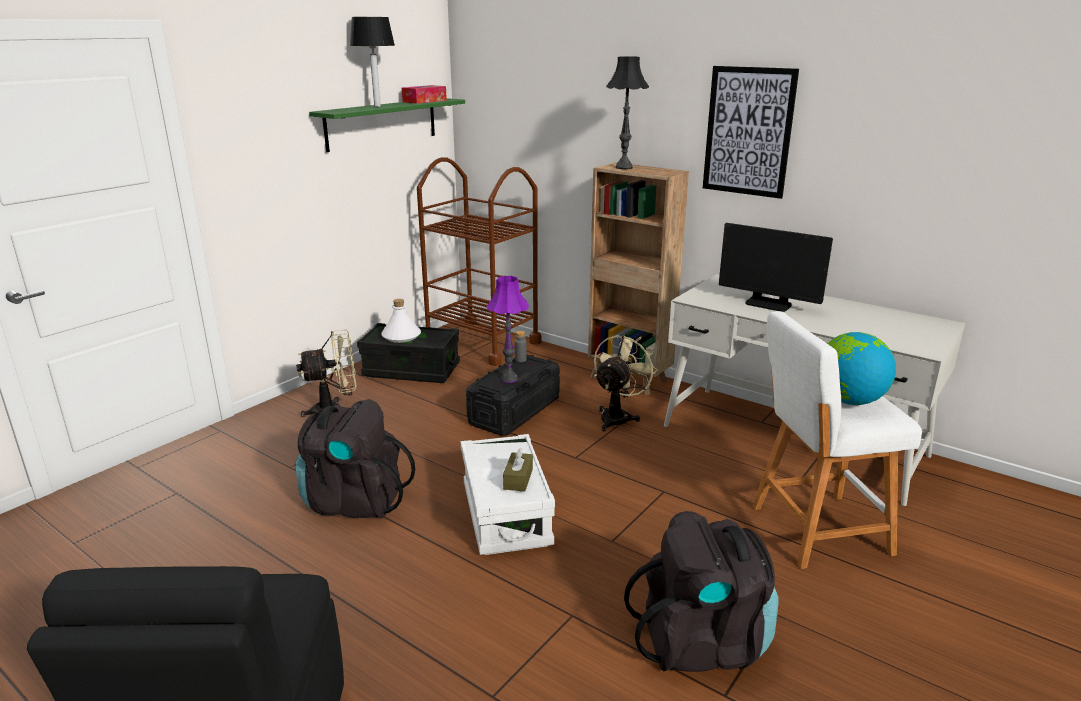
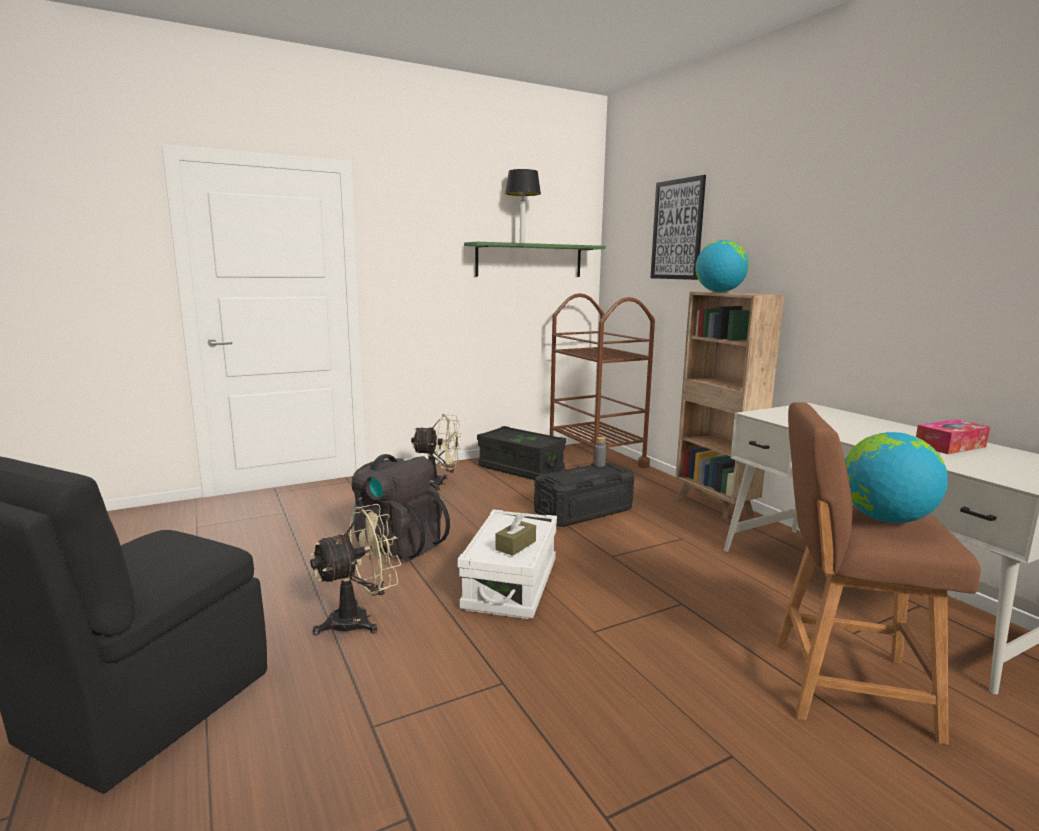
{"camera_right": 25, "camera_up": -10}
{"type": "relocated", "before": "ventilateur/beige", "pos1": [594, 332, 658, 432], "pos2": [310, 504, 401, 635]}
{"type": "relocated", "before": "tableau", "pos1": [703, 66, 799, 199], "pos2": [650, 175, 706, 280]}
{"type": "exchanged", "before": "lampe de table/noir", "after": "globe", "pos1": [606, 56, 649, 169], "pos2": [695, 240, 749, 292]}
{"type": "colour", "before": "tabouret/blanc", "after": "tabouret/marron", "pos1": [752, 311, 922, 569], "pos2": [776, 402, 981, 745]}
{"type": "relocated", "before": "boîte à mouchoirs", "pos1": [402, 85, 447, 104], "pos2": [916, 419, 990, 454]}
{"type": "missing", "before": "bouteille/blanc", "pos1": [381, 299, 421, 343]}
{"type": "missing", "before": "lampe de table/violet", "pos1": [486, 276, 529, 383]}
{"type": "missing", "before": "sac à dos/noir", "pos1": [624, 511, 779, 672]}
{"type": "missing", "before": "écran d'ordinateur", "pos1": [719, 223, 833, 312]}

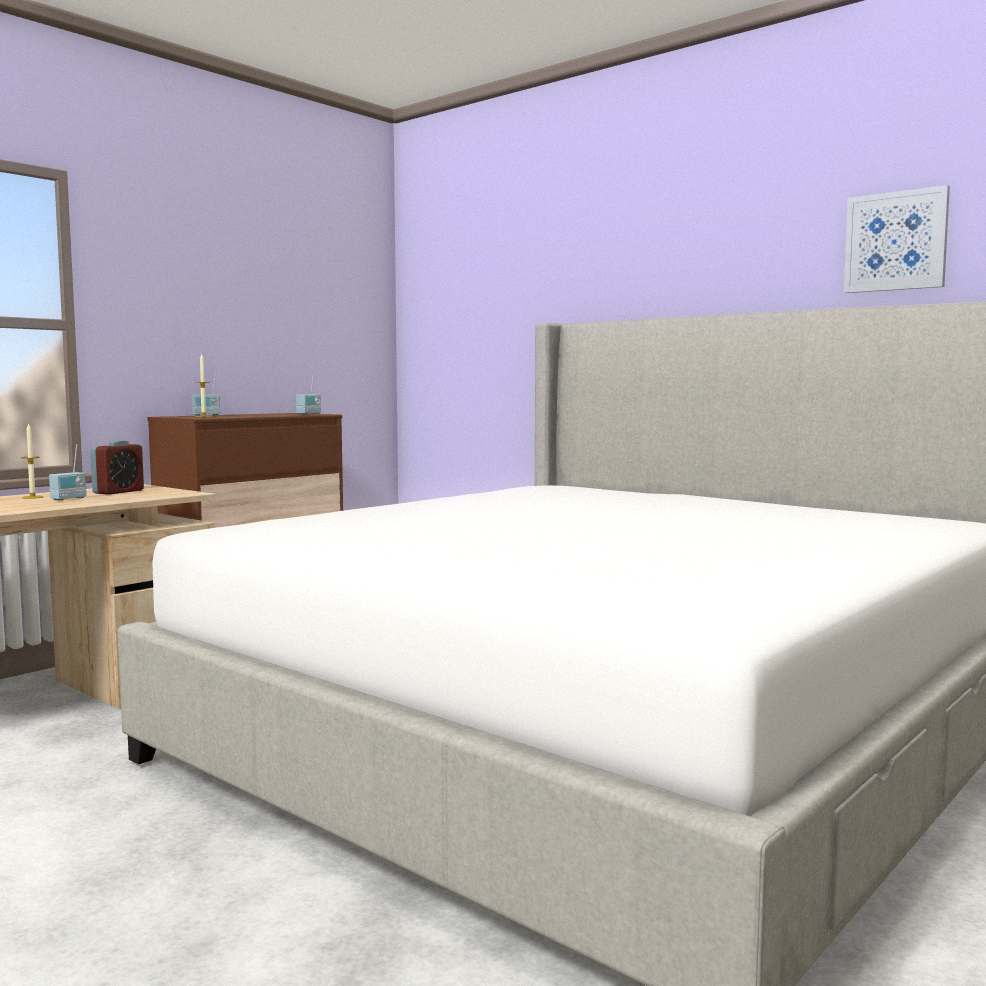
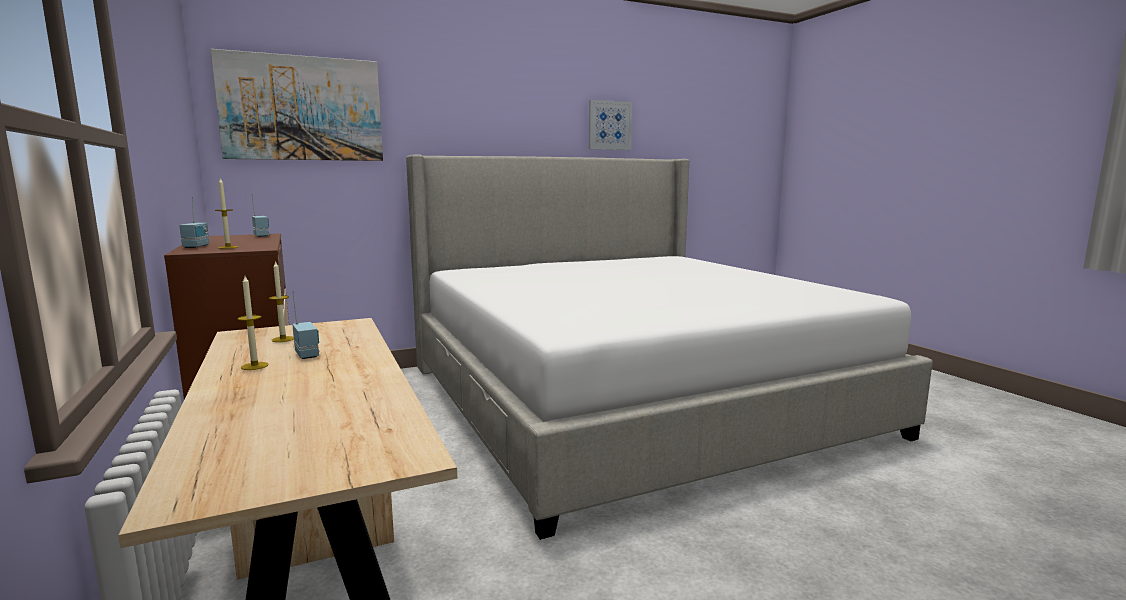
{"camera_right": -65, "camera_up": 5}
{"type": "appeared", "after": "tableau", "pos2": [210, 49, 383, 161]}
{"type": "exchanged", "before": "réveil", "after": "bougie", "pos1": [90, 440, 144, 495], "pos2": [269, 261, 294, 342]}

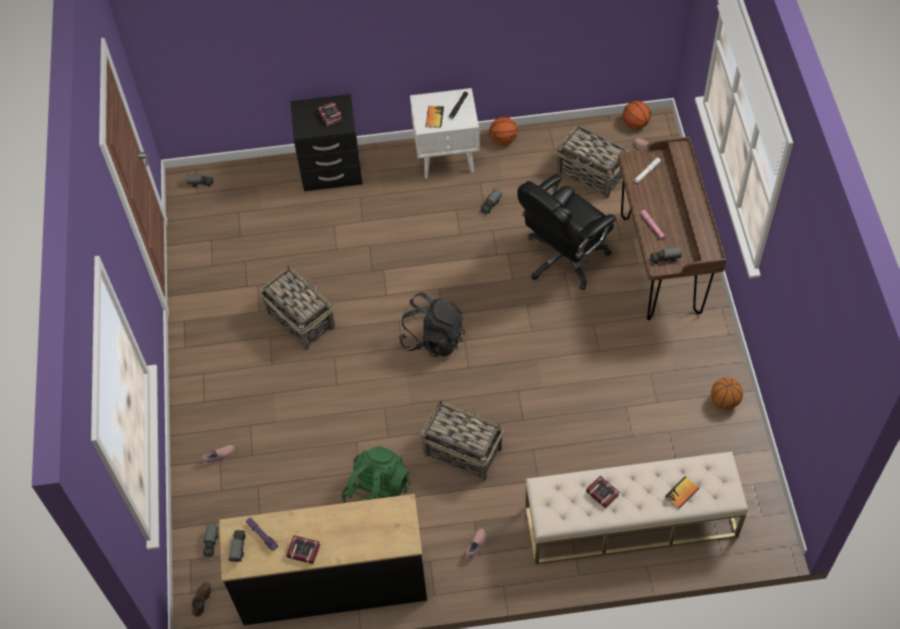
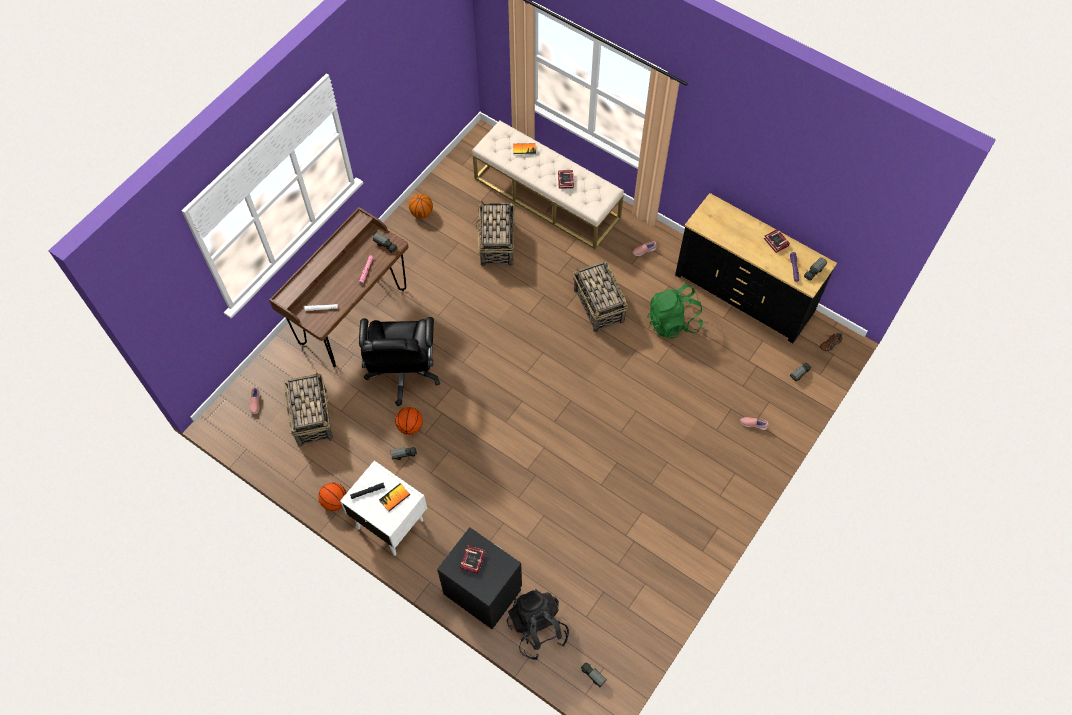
{"camera_right": -140, "camera_up": 5}
{"type": "spun", "before": "chaise de bureau/noir", "pos1": [517, 174, 616, 290], "pos2": [359, 317, 440, 406], "turn": 90}
{"type": "relocated", "before": "ballon de basket", "pos1": [623, 101, 651, 129], "pos2": [395, 407, 423, 435]}
{"type": "relocated", "before": "panier", "pos1": [259, 265, 335, 350], "pos2": [475, 201, 514, 266]}
{"type": "relocated", "before": "sac à dos/noir", "pos1": [398, 292, 465, 357], "pos2": [507, 589, 569, 660]}

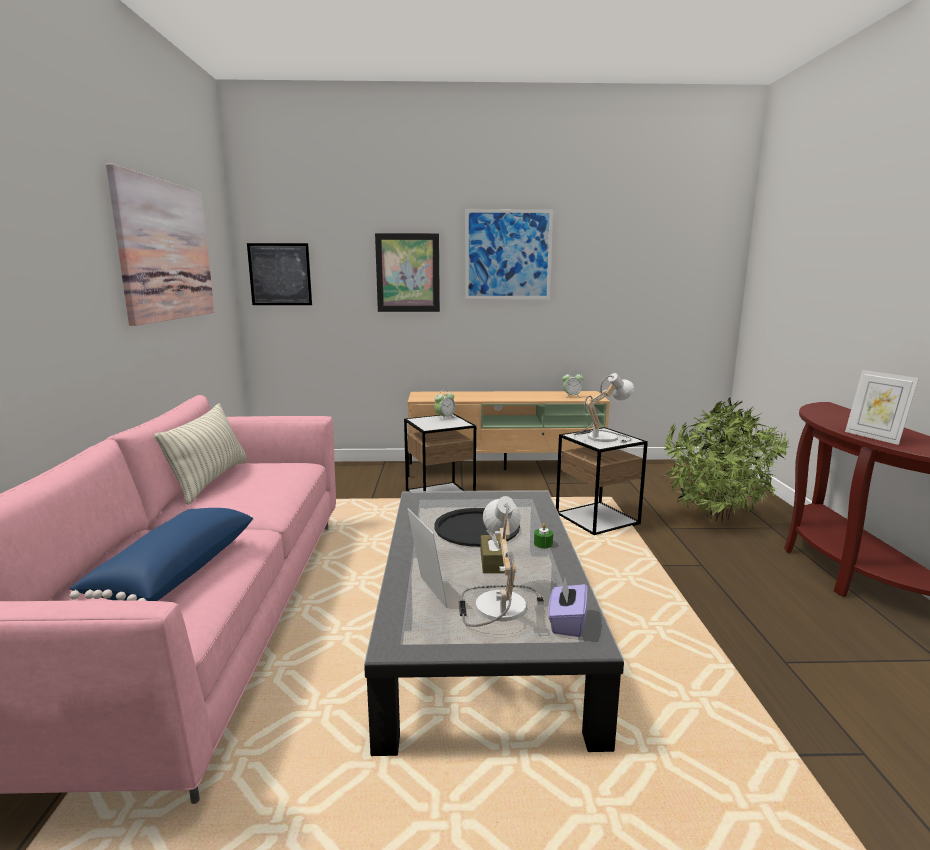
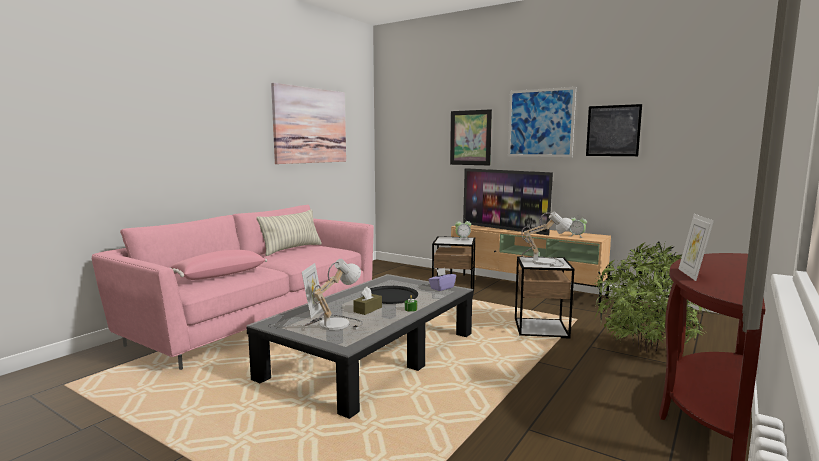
{"camera_right": 35, "camera_up": -5}
{"type": "colour", "before": "coussin/bleu", "after": "coussin/rose", "pos1": [70, 508, 253, 601], "pos2": [170, 250, 267, 280]}
{"type": "relocated", "before": "boîte à mouchoirs/violet", "pos1": [548, 578, 588, 637], "pos2": [428, 268, 456, 291]}
{"type": "appeared", "after": "téléviseur", "pos2": [463, 168, 553, 235]}
{"type": "relocated", "before": "tableau", "pos1": [247, 243, 312, 305], "pos2": [586, 104, 642, 156]}

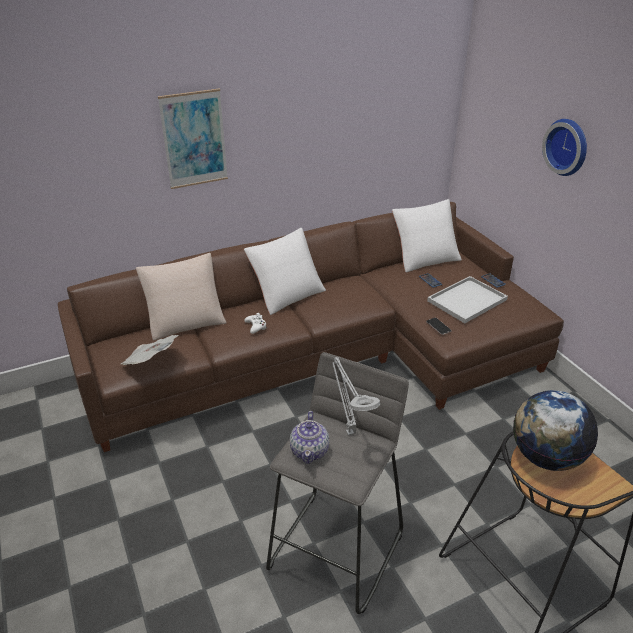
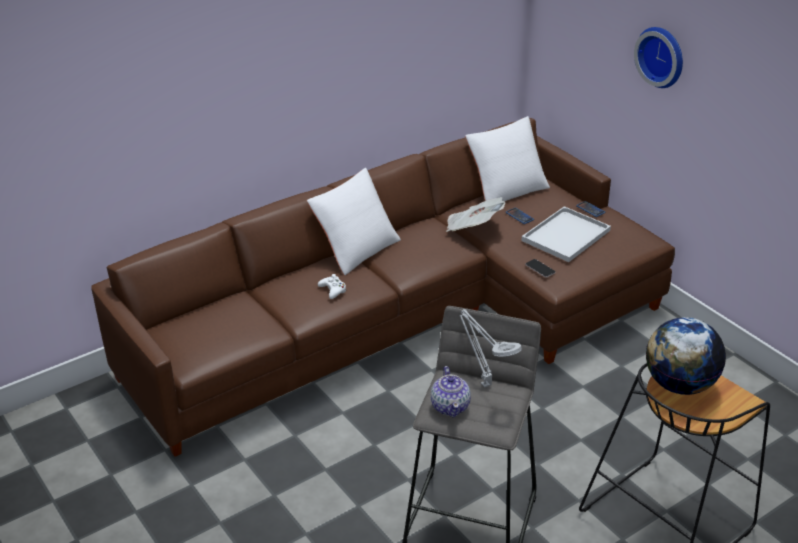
{"camera_right": -10, "camera_up": 0}
{"type": "relocated", "before": "journal", "pos1": [121, 335, 179, 365], "pos2": [446, 197, 505, 232]}
{"type": "missing", "before": "coussin/beige", "pos1": [136, 253, 227, 340]}
{"type": "missing", "before": "tableau", "pos1": [158, 89, 228, 189]}

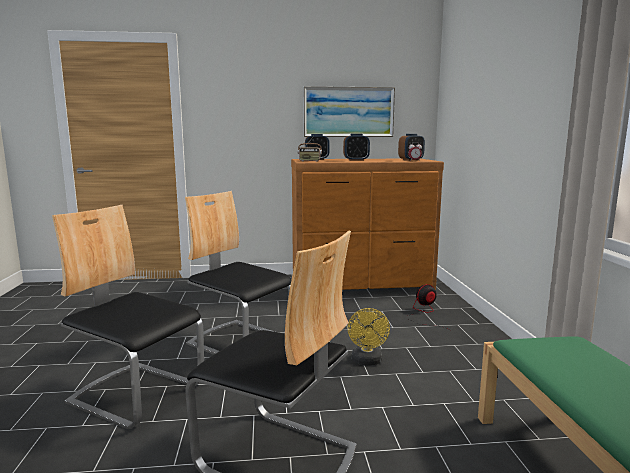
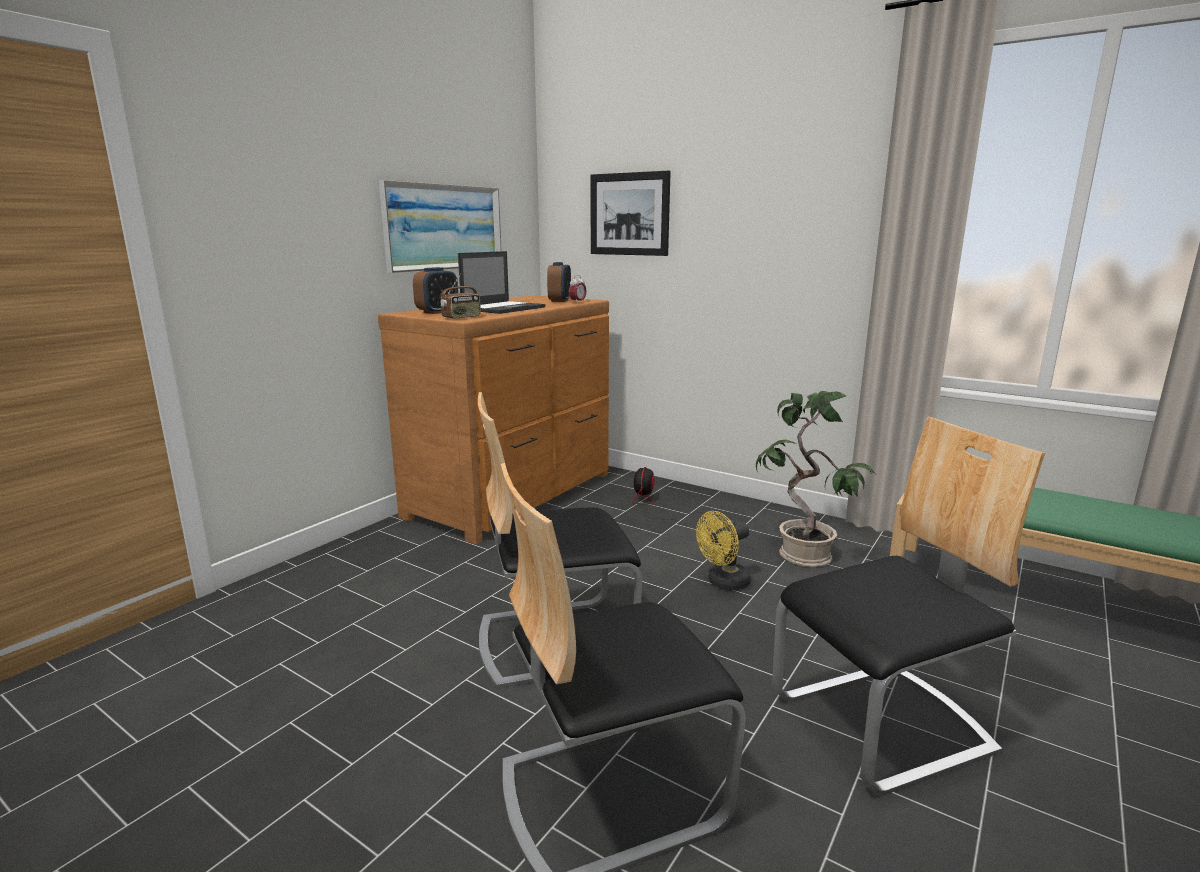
{"camera_right": -50, "camera_up": 5}
{"type": "exchanged", "before": "réveil", "after": "ordinateur portable", "pos1": [343, 134, 370, 161], "pos2": [458, 251, 545, 314]}
{"type": "appeared", "after": "tableau", "pos2": [590, 171, 671, 256]}
{"type": "spun", "before": "ventilateur/jaune", "pos1": [348, 308, 390, 365], "pos2": [696, 511, 751, 590], "turn": 105}
{"type": "appeared", "after": "plante en pot", "pos2": [756, 391, 876, 567]}

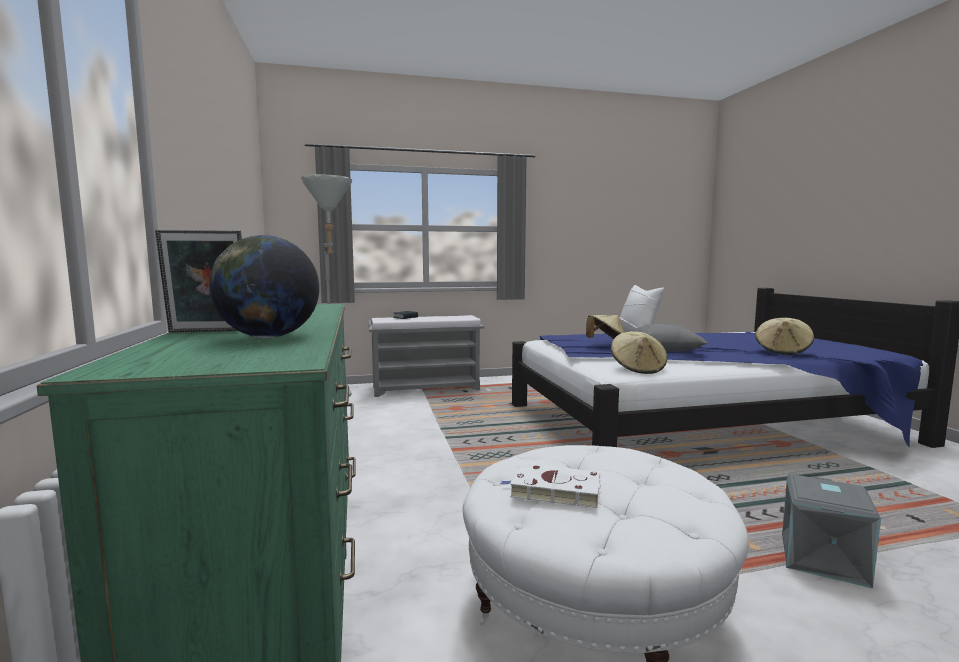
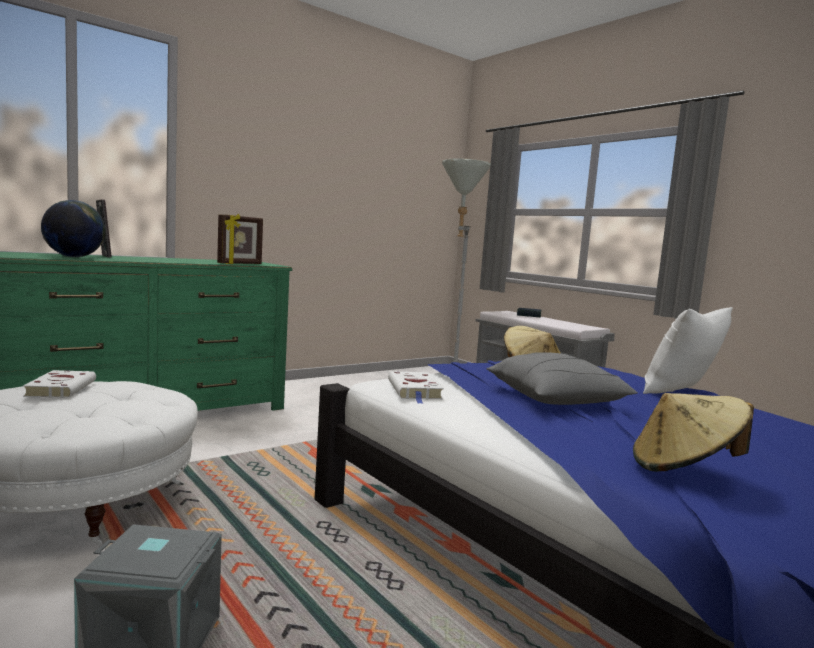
{"camera_right": 65, "camera_up": 0}
{"type": "appeared", "after": "cadre photo", "pos2": [217, 214, 263, 264]}
{"type": "exchanged", "before": "chapeau/beige", "after": "livre/blanc", "pos1": [611, 331, 668, 374], "pos2": [388, 371, 444, 404]}

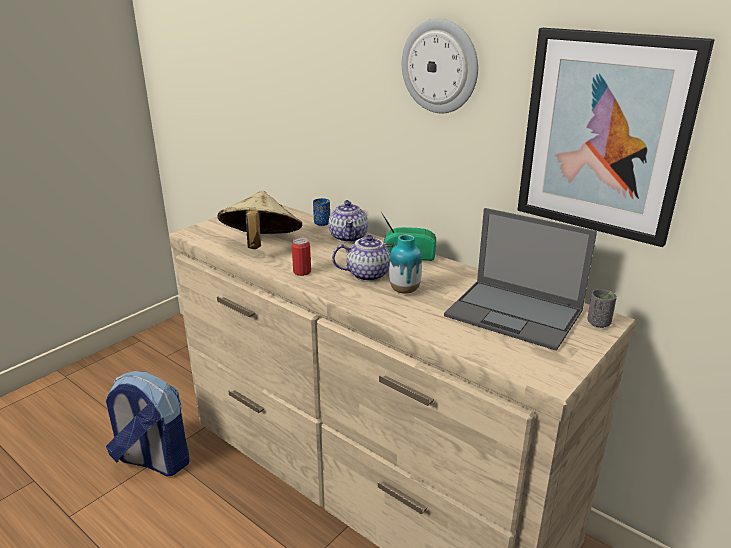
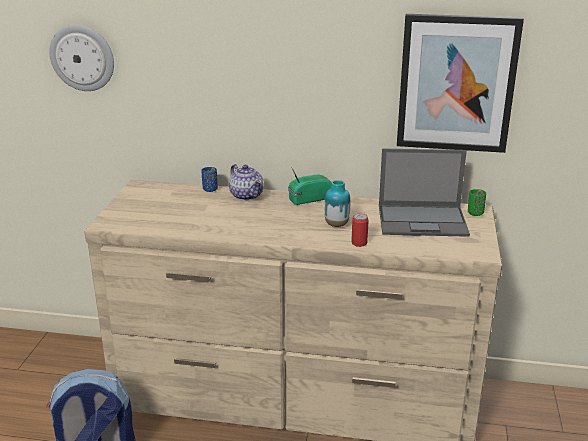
{"camera_right": -30, "camera_up": 0}
{"type": "relocated", "before": "horloge murale", "pos1": [402, 19, 478, 113], "pos2": [49, 25, 114, 91]}
{"type": "relocated", "before": "boîte métallique", "pos1": [292, 238, 311, 276], "pos2": [351, 213, 369, 247]}
{"type": "colour", "before": "tasse/gris", "after": "tasse/vert", "pos1": [587, 289, 617, 328], "pos2": [468, 189, 486, 216]}
{"type": "missing", "before": "chapeau/beige", "pos1": [218, 191, 302, 249]}
{"type": "missing", "before": "théière", "pos1": [332, 235, 397, 282]}

